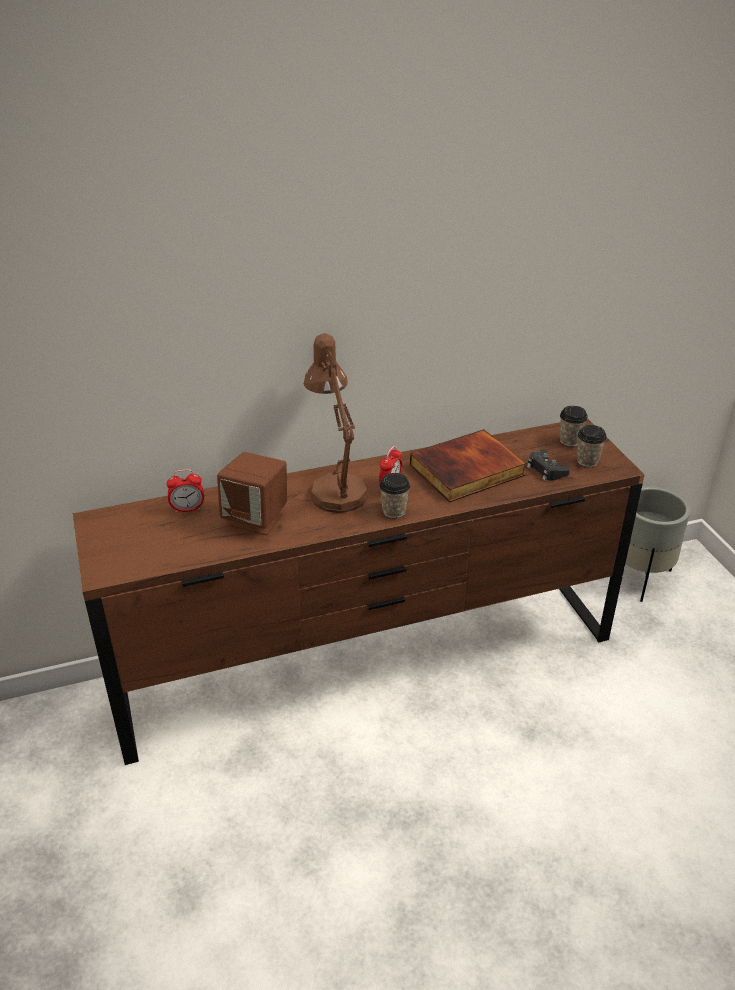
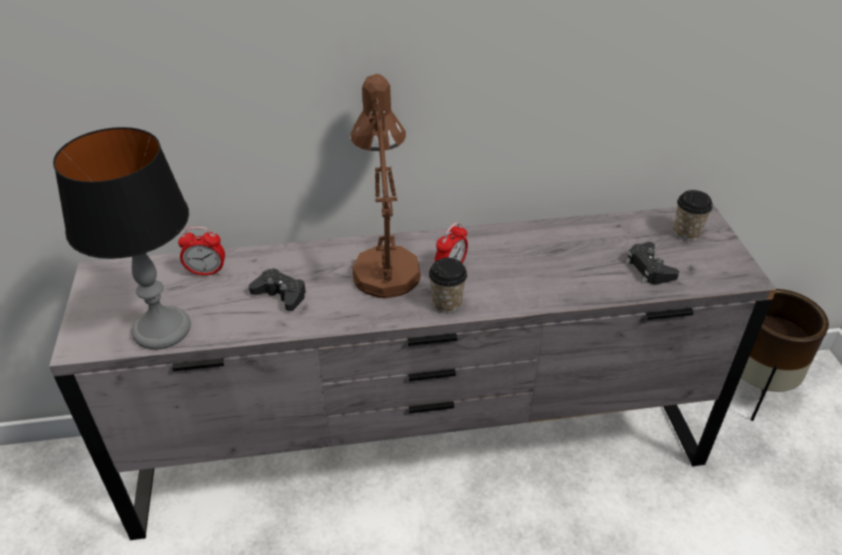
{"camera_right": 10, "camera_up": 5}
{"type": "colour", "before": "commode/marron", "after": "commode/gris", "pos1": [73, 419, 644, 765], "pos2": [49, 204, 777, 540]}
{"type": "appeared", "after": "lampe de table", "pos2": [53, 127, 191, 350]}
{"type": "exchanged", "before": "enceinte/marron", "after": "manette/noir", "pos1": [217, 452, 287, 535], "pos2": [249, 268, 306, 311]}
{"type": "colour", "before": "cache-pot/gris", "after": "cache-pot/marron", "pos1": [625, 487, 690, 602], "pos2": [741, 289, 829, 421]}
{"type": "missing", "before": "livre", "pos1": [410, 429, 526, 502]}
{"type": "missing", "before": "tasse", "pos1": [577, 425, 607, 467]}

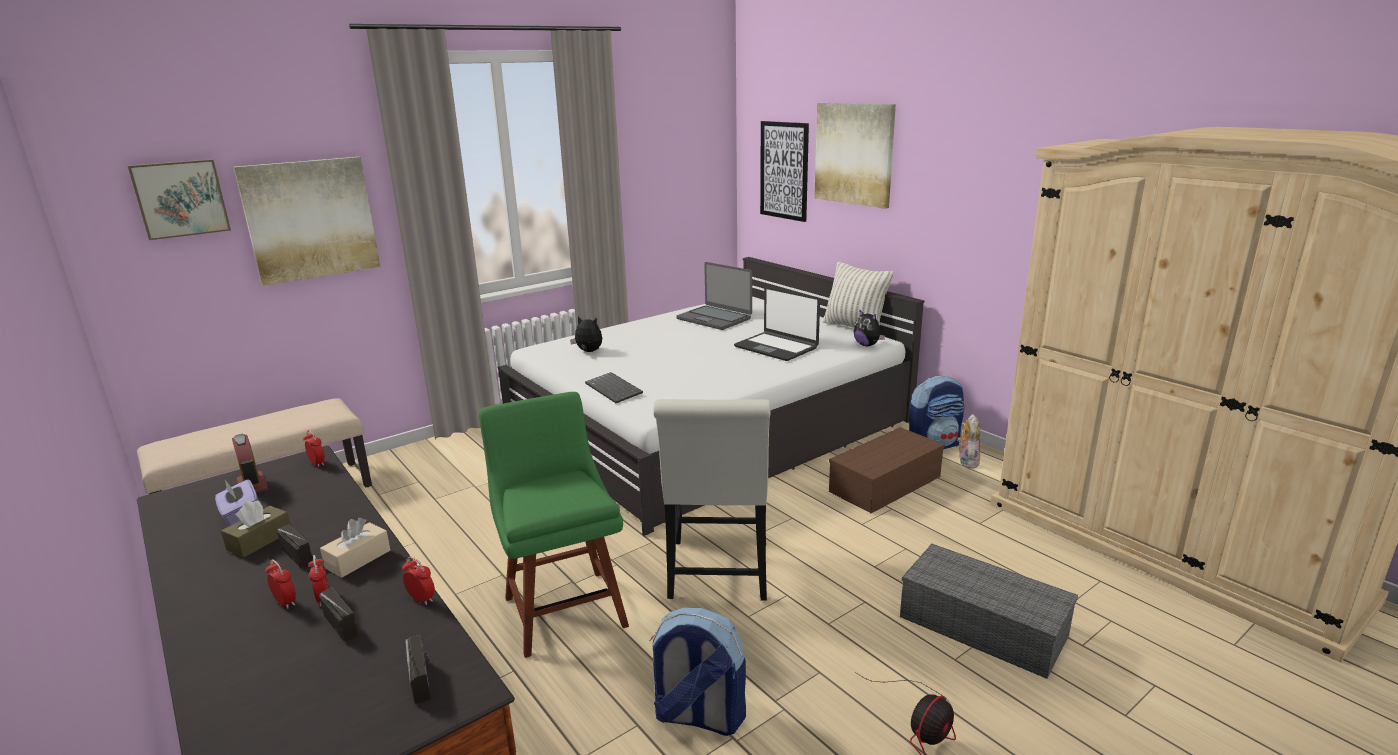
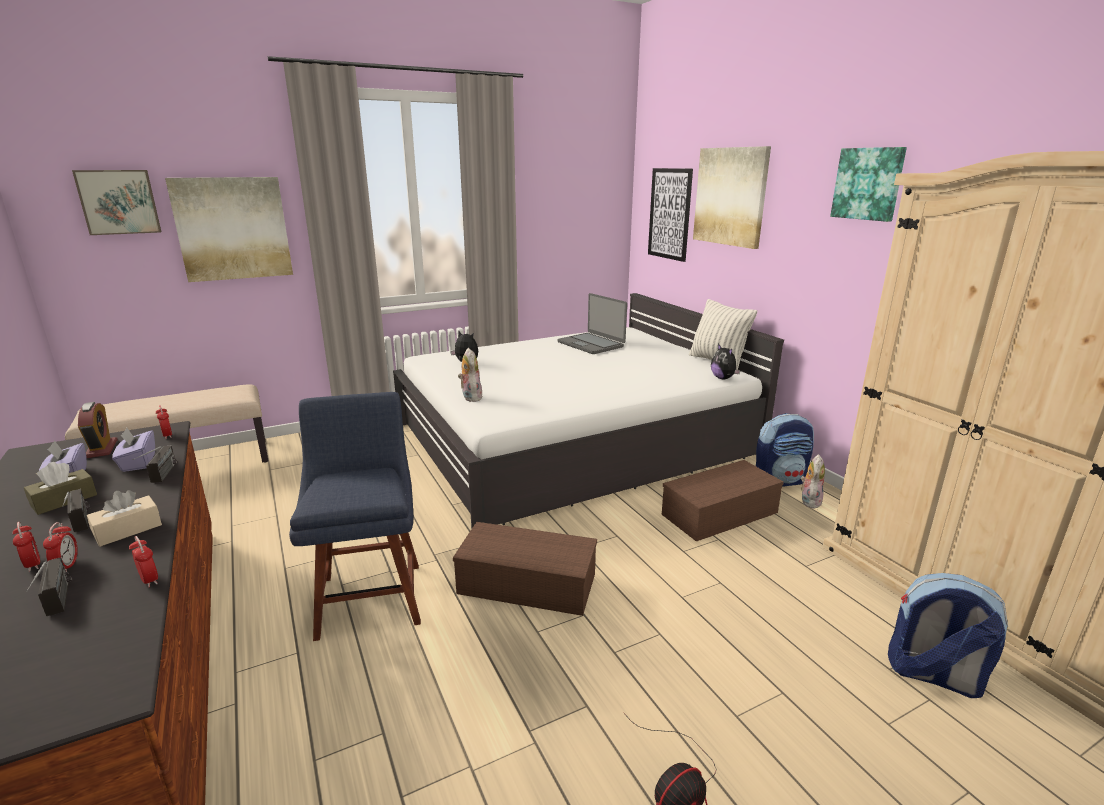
{"camera_right": 10, "camera_up": 0}
{"type": "appeared", "after": "boîte à mouchoirs/violet", "pos2": [112, 428, 155, 472]}
{"type": "relocated", "before": "radio", "pos1": [405, 635, 431, 704], "pos2": [133, 446, 177, 483]}
{"type": "colour", "before": "chaise/vert", "after": "chaise/bleu", "pos1": [479, 392, 629, 658], "pos2": [289, 392, 421, 641]}
{"type": "exchanged", "before": "chaise/blanc", "after": "boîte de rangement/marron", "pos1": [653, 399, 771, 601], "pos2": [453, 522, 597, 616]}
{"type": "exchanged", "before": "clavier", "after": "peluche", "pos1": [585, 372, 643, 403], "pos2": [458, 348, 482, 402]}
{"type": "appeared", "after": "tableau", "pos2": [830, 147, 907, 222]}
{"type": "relocated", "before": "sac à dos", "pos1": [650, 608, 746, 736], "pos2": [888, 573, 1008, 698]}
{"type": "missing", "before": "ordinateur portable", "pos1": [734, 287, 820, 361]}
{"type": "missing", "before": "boîte de rangement/gris", "pos1": [900, 544, 1078, 679]}

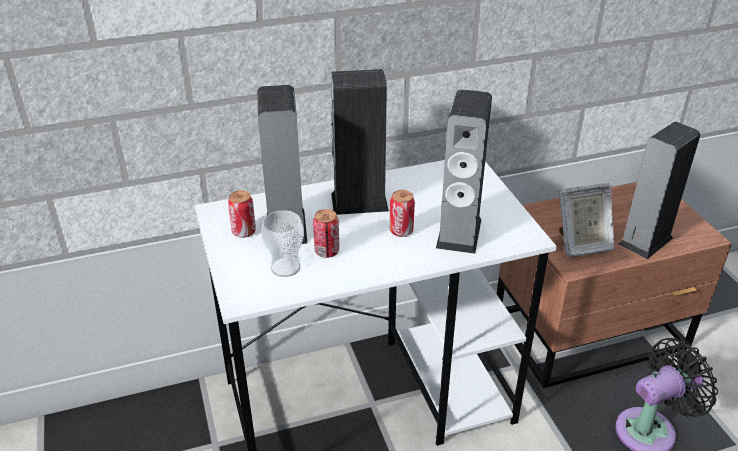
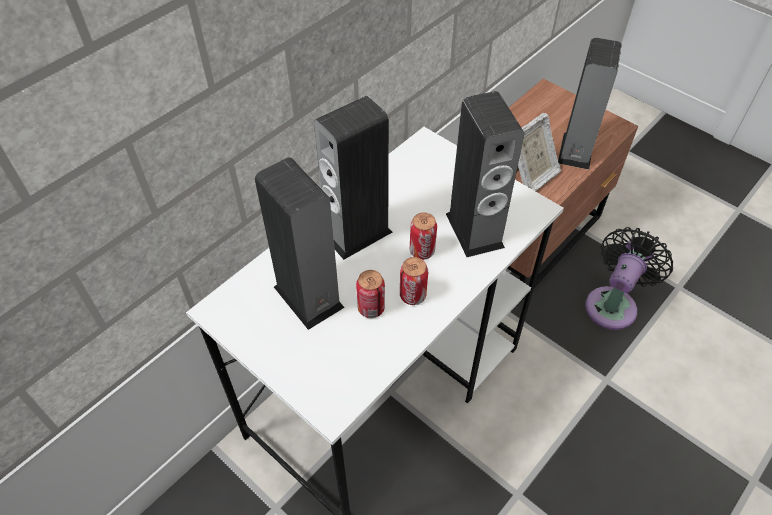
{"camera_right": -30, "camera_up": 15}
{"type": "relocated", "before": "boîte métallique", "pos1": [228, 190, 256, 238], "pos2": [400, 257, 428, 305]}
{"type": "missing", "before": "tasse", "pos1": [261, 210, 304, 277]}

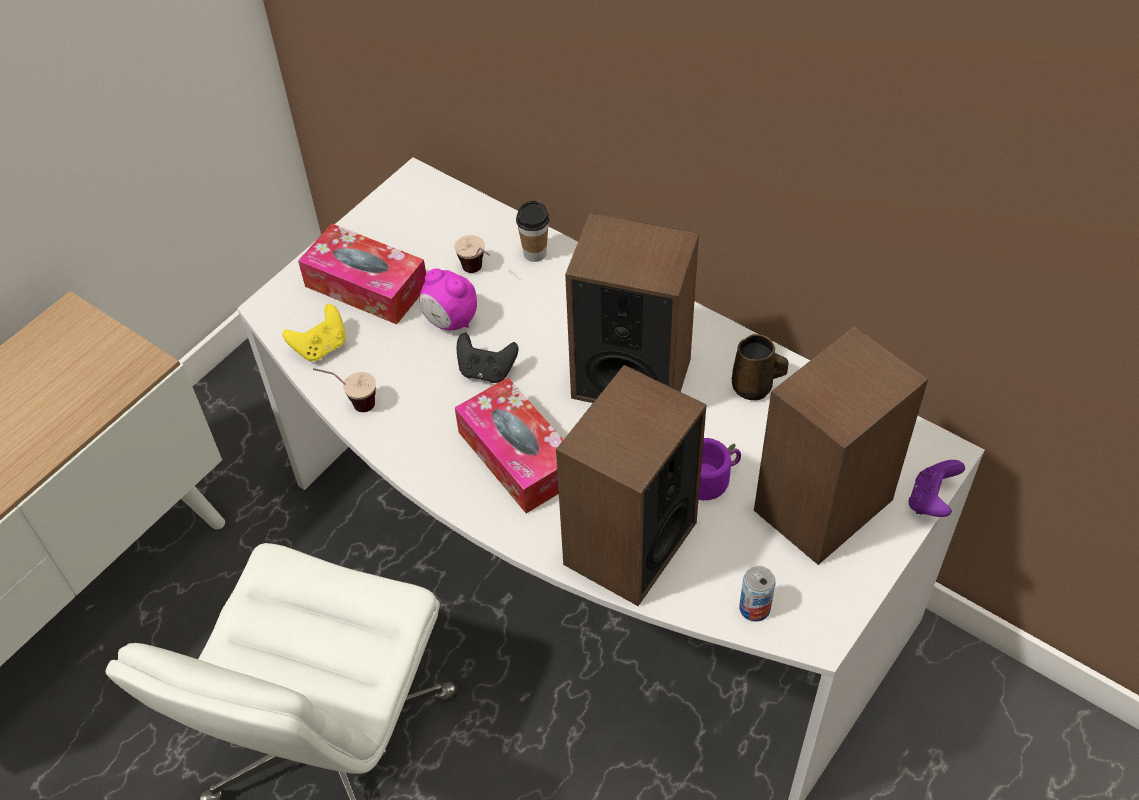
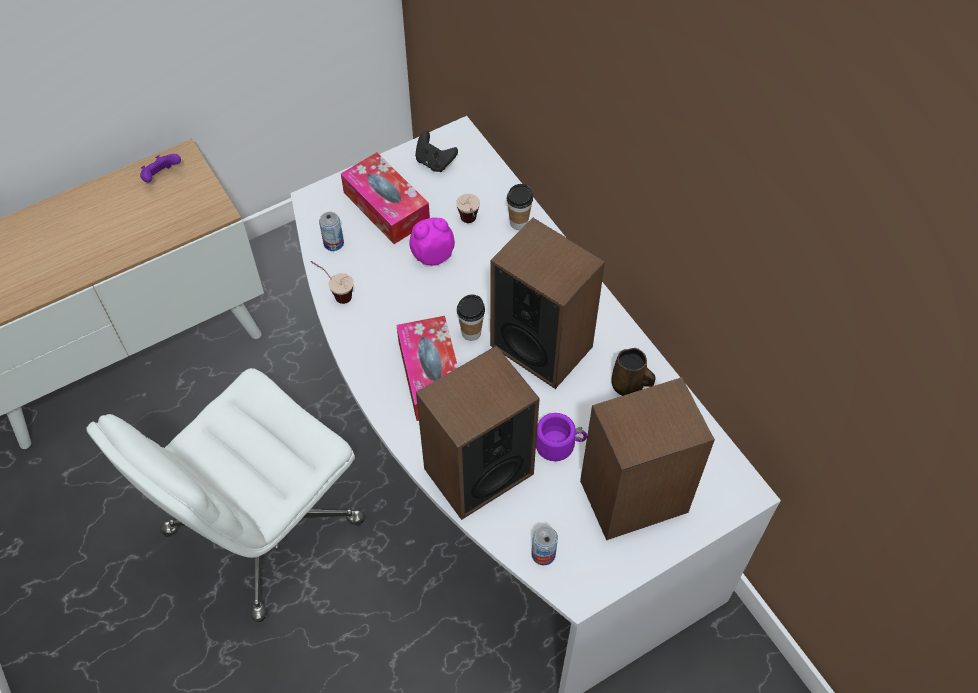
{"camera_right": 20, "camera_up": 5}
{"type": "relocated", "before": "manette/violet", "pos1": [909, 460, 965, 517], "pos2": [140, 154, 181, 182]}
{"type": "exchanged", "before": "manette/jaune", "after": "boîte métallique", "pos1": [282, 304, 346, 362], "pos2": [319, 212, 344, 251]}
{"type": "spun", "before": "réveil", "pos1": [419, 268, 477, 330], "pos2": [409, 218, 455, 266], "turn": 105}
{"type": "relocated", "before": "manette/noir", "pos1": [457, 333, 518, 383], "pos2": [415, 131, 458, 172]}
{"type": "appeared", "after": "tasse", "pos2": [457, 295, 485, 341]}

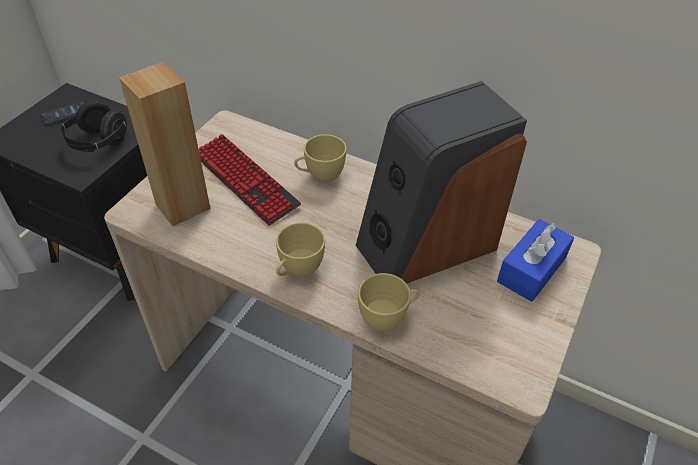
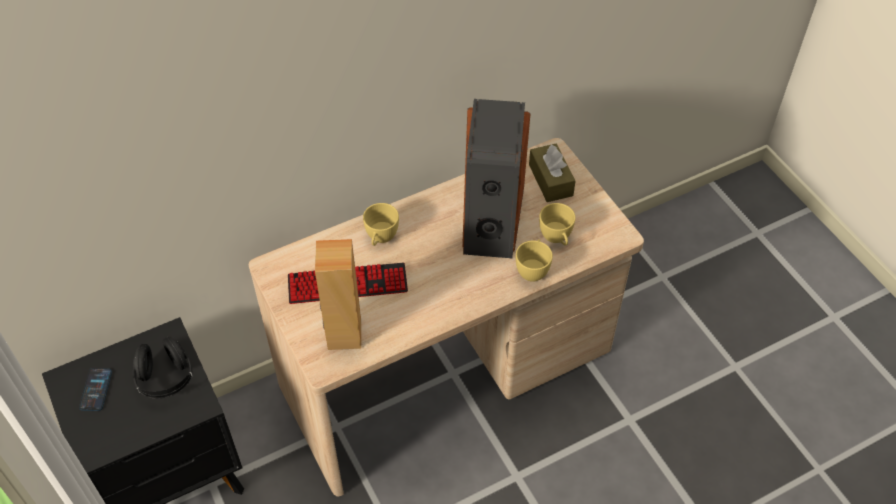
{"camera_right": -55, "camera_up": 5}
{"type": "colour", "before": "boîte à mouchoirs/bleu", "after": "boîte à mouchoirs/marron", "pos1": [497, 219, 574, 302], "pos2": [529, 144, 576, 202]}
{"type": "relocated", "before": "tasse/jaune", "pos1": [276, 222, 325, 277], "pos2": [539, 203, 576, 246]}

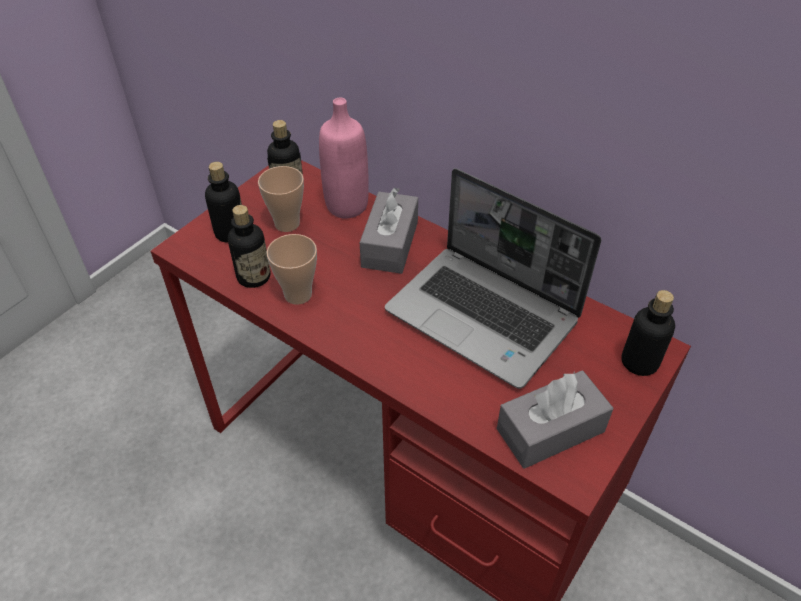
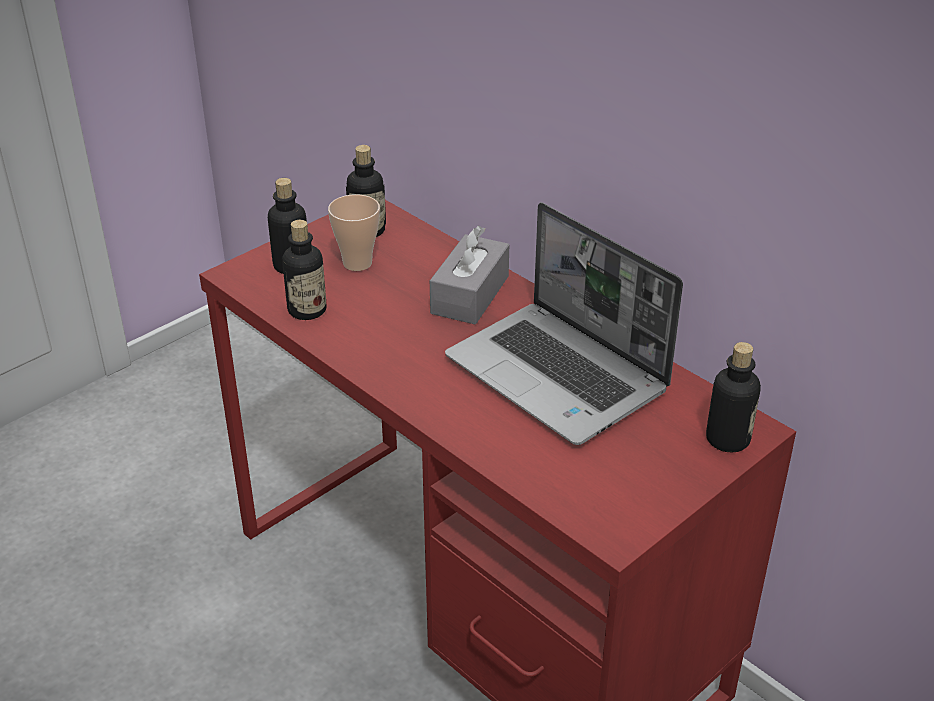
{"camera_right": 10, "camera_up": -10}
{"type": "missing", "before": "tasse", "pos1": [266, 234, 317, 305]}
{"type": "missing", "before": "bouteille/rose", "pos1": [319, 97, 369, 219]}
{"type": "missing", "before": "boîte à mouchoirs/gris", "pos1": [497, 371, 613, 469]}

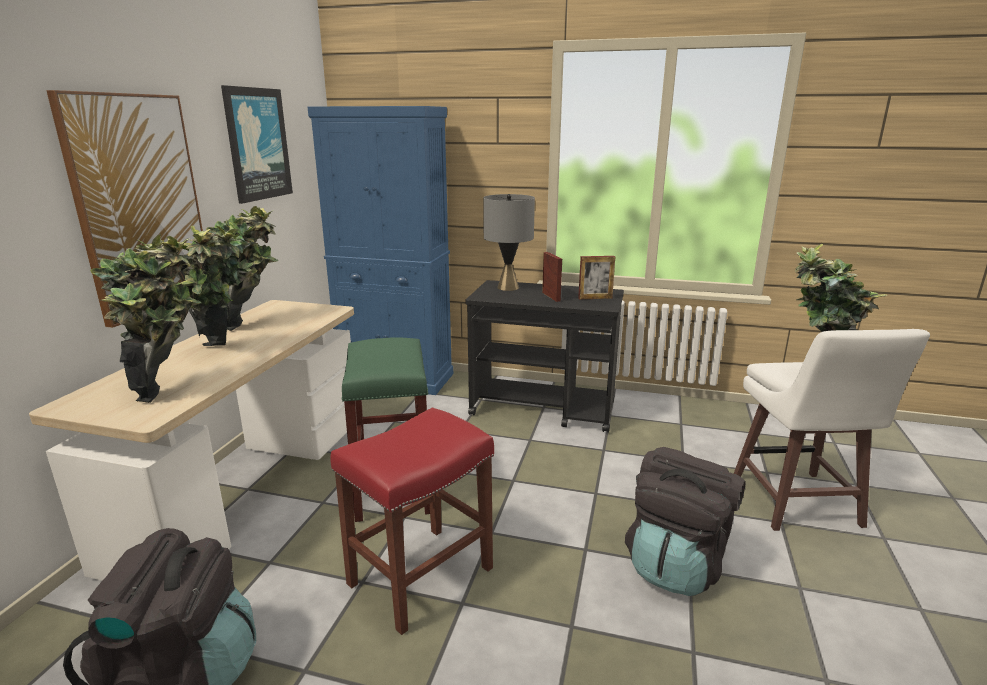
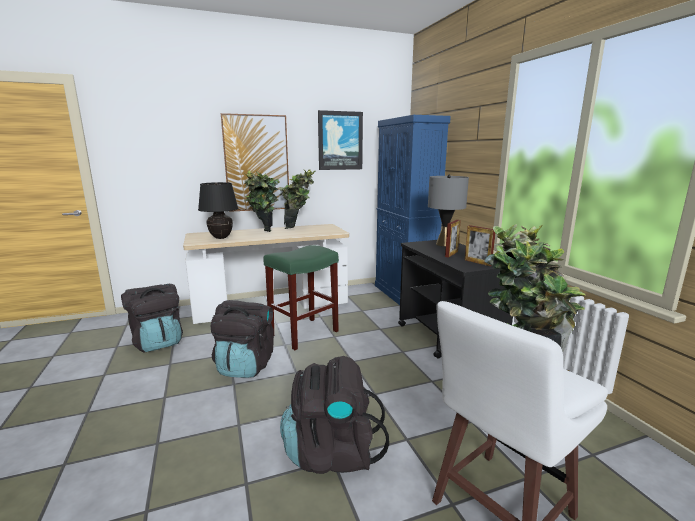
{"camera_right": 55, "camera_up": -5}
{"type": "exchanged", "before": "plante en pot", "after": "lampe de table/noir", "pos1": [90, 234, 201, 403], "pos2": [198, 182, 238, 239]}
{"type": "exchanged", "before": "tabouret/rouge", "after": "sac à dos/noir", "pos1": [330, 408, 494, 635], "pos2": [211, 300, 274, 378]}

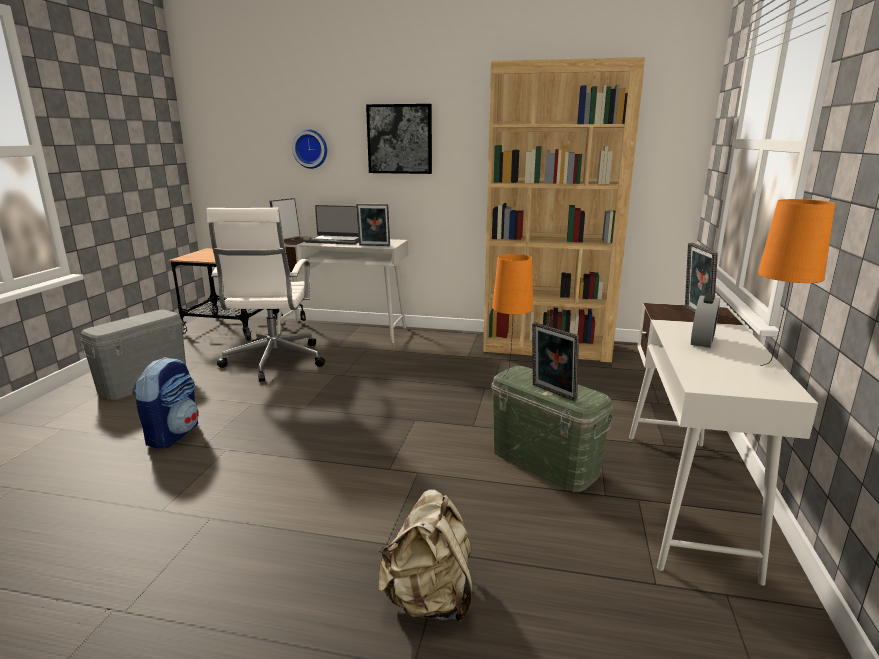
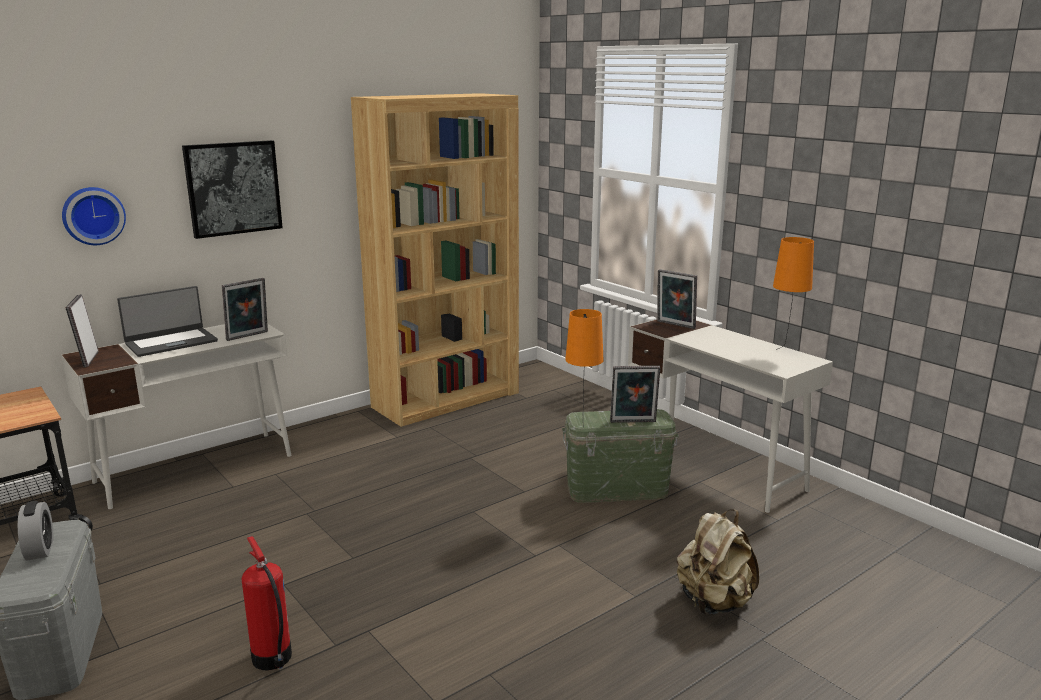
{"camera_right": -50, "camera_up": 0}
{"type": "relocated", "before": "réveil", "pos1": [691, 294, 720, 348], "pos2": [18, 501, 54, 560]}
{"type": "exchanged", "before": "sac à dos", "after": "extincteur", "pos1": [133, 357, 199, 449], "pos2": [241, 536, 292, 670]}
{"type": "missing", "before": "chaise de bureau/blanc", "pos1": [206, 208, 325, 382]}

